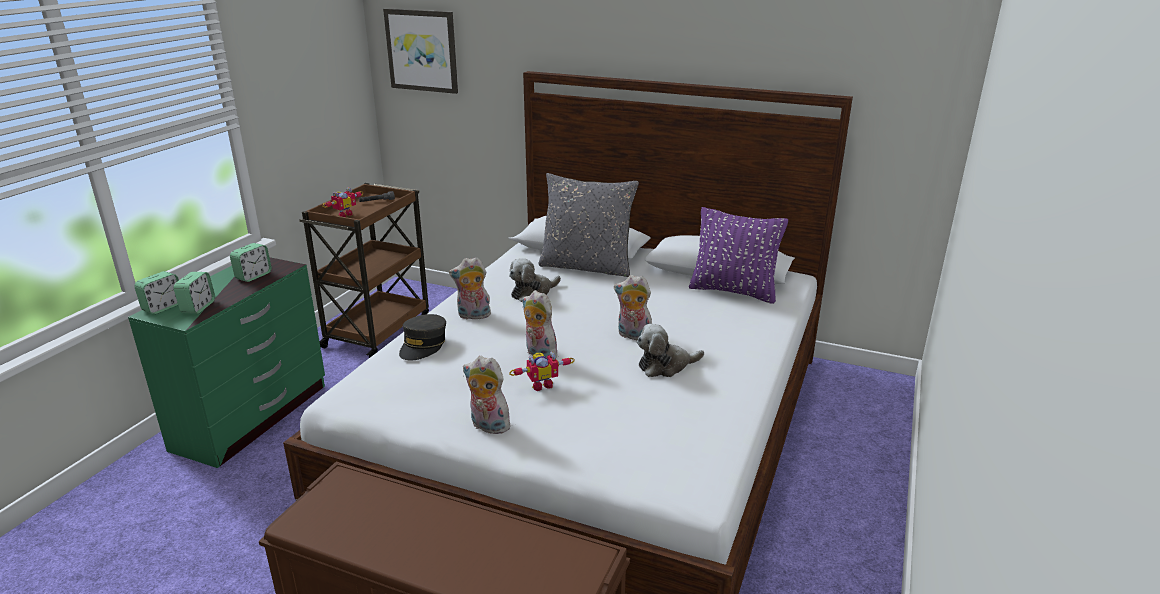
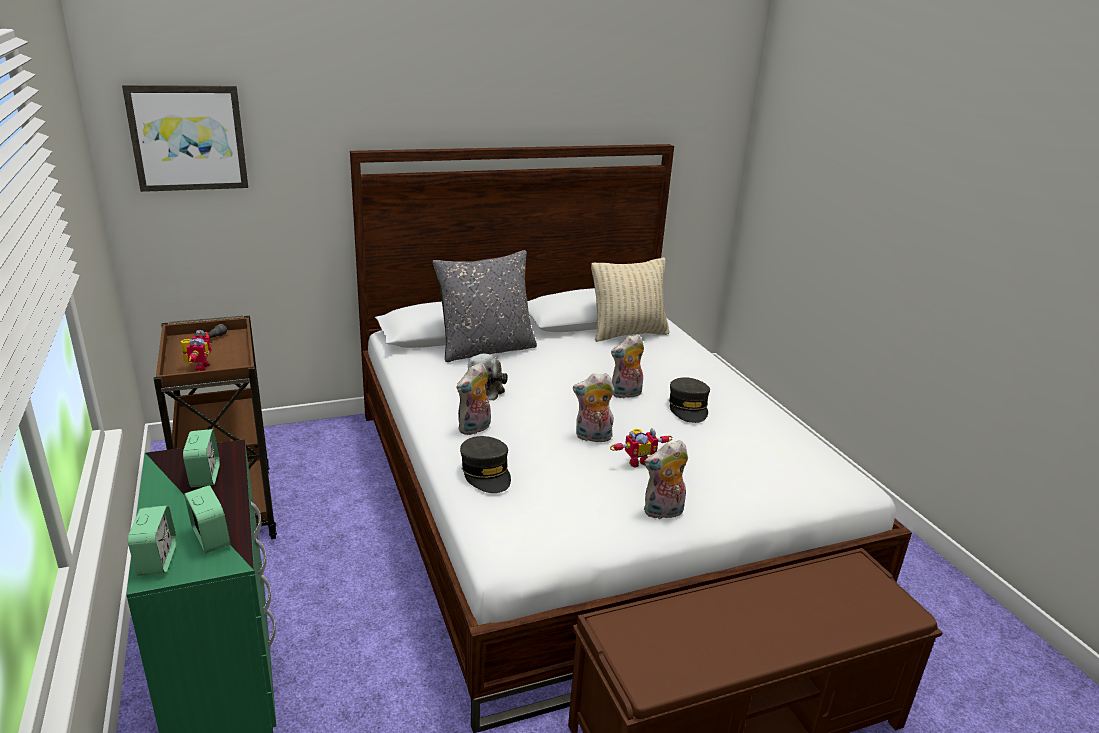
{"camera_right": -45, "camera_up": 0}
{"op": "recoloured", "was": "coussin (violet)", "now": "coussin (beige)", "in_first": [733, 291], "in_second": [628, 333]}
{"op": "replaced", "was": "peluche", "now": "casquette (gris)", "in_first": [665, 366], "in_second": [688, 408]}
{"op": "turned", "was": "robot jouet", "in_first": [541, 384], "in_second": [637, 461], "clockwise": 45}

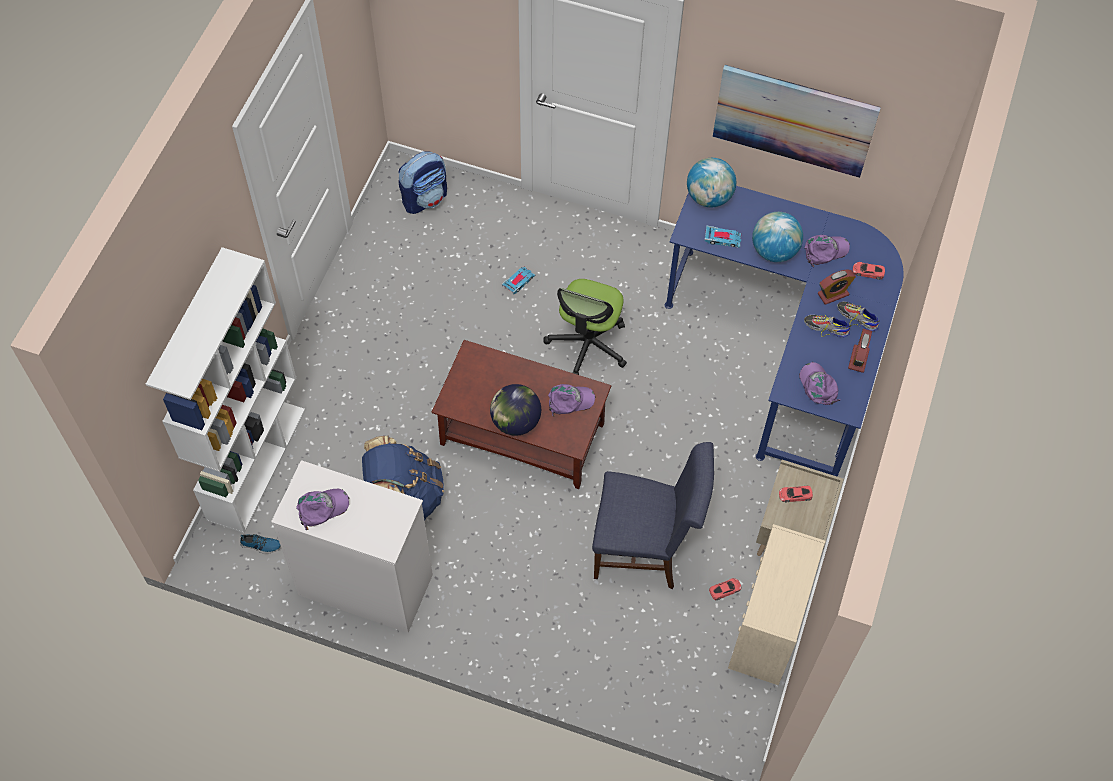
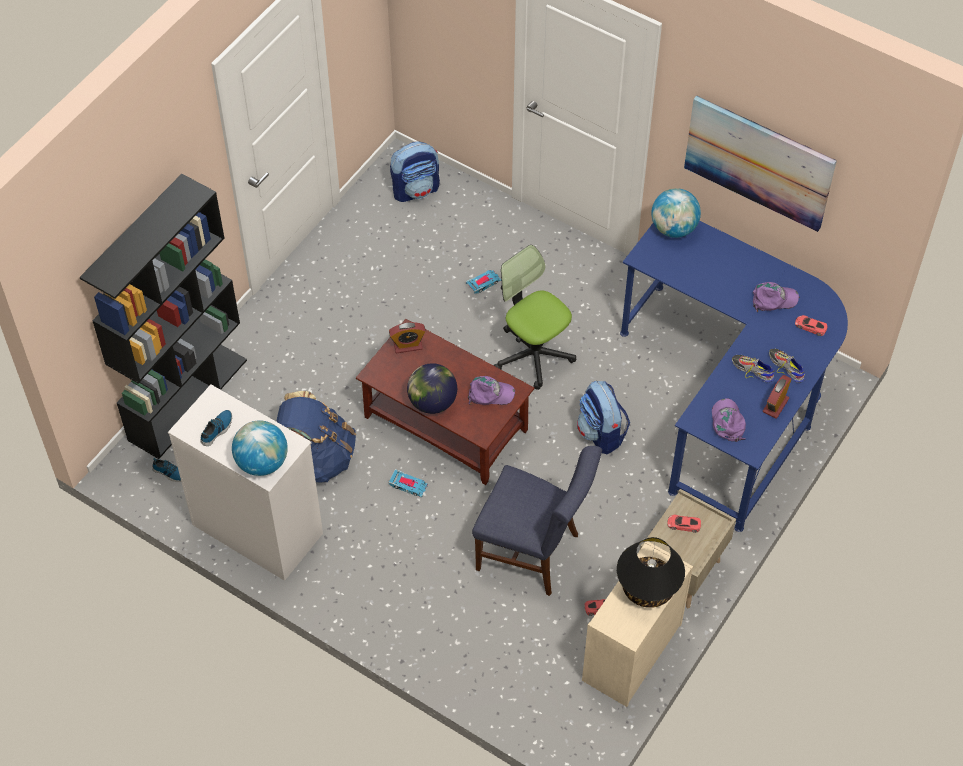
{"camera_right": 15, "camera_up": -5}
{"op": "moved", "was": "globe", "in_first": [774, 251], "in_second": [262, 462]}
{"op": "moved", "was": "petite voiture", "in_first": [722, 239], "in_second": [408, 485]}
{"op": "recoloured", "was": "bibliothèque (blanc)", "now": "bibliothèque (noir)", "in_first": [256, 463], "in_second": [187, 399]}
{"op": "moved", "was": "réveil", "in_first": [833, 294], "in_second": [408, 345]}
{"op": "turned", "was": "chaise de bureau", "in_first": [588, 344], "in_second": [533, 354], "clockwise": 105}
{"op": "replaced", "was": "casquette (violet)", "now": "chaussure", "in_first": [322, 508], "in_second": [217, 430]}
{"op": "added", "now": "sac à dos", "in_second": [601, 433]}
{"op": "added", "now": "lampe de table (noir)", "in_second": [648, 588]}

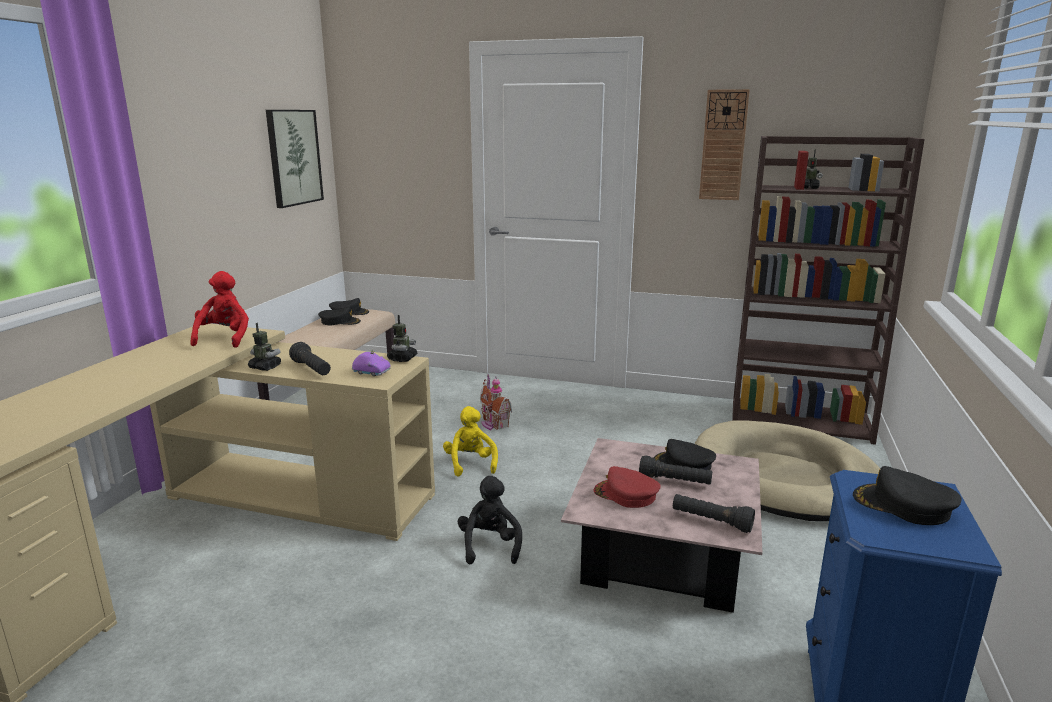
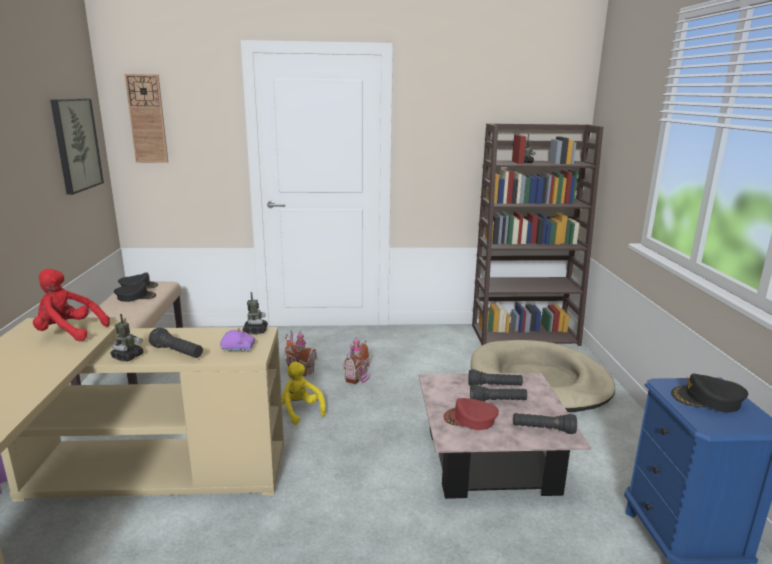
{"camera_right": -20, "camera_up": 0}
{"op": "moved", "was": "horloge murale", "in_first": [723, 145], "in_second": [147, 119]}
{"op": "turned", "was": "peluche (rouge)", "in_first": [224, 338], "in_second": [68, 332], "clockwise": -60}
{"op": "turned", "was": "robot jouet", "in_first": [265, 367], "in_second": [127, 357], "clockwise": 105}
{"op": "replaced", "was": "casquette (noir)", "now": "lampe de poche (noir)", "in_first": [683, 464], "in_second": [494, 386]}
{"op": "removed", "was": "peluche (noir)", "in_first": [490, 546]}
{"op": "added", "now": "maison miniature", "in_second": [359, 377]}

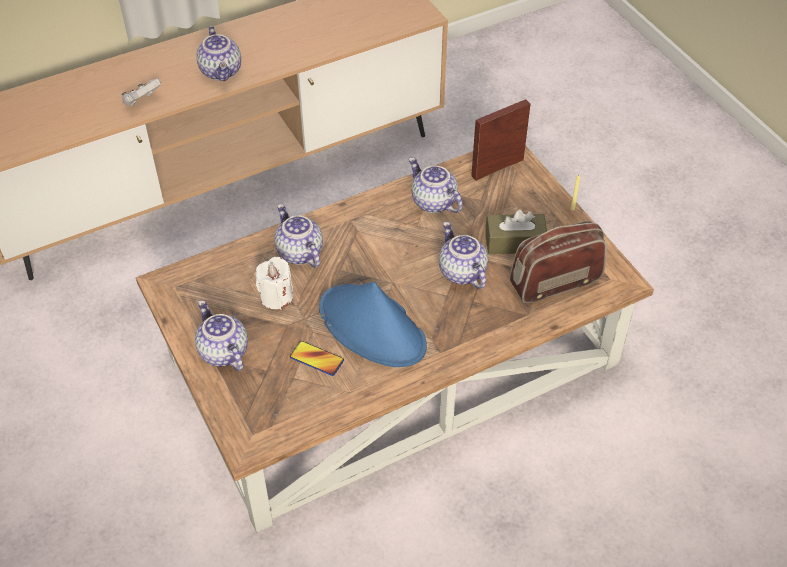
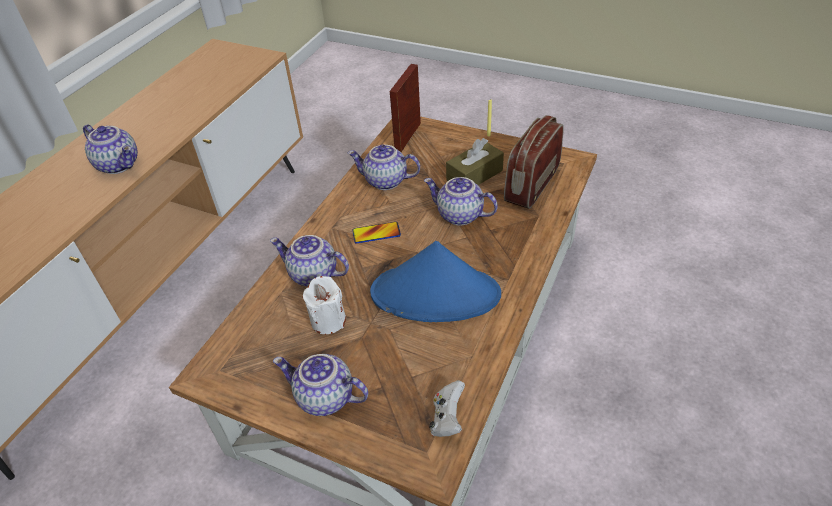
{"camera_right": -35, "camera_up": -5}
{"op": "moved", "was": "manette (blanc)", "in_first": [142, 101], "in_second": [447, 419]}
{"op": "moved", "was": "téléphone", "in_first": [317, 359], "in_second": [376, 233]}

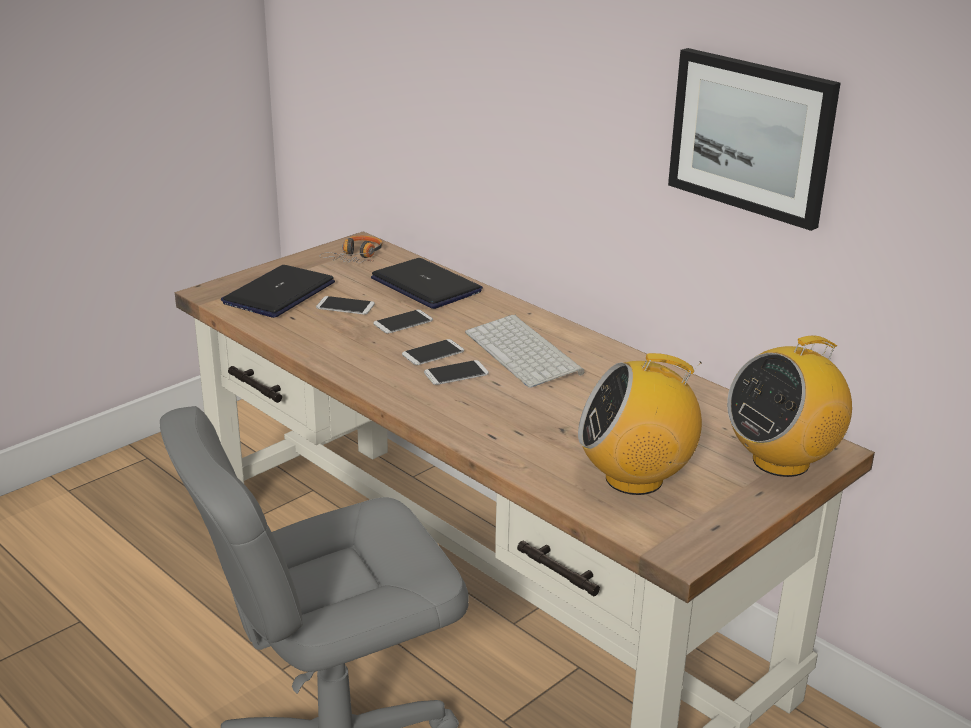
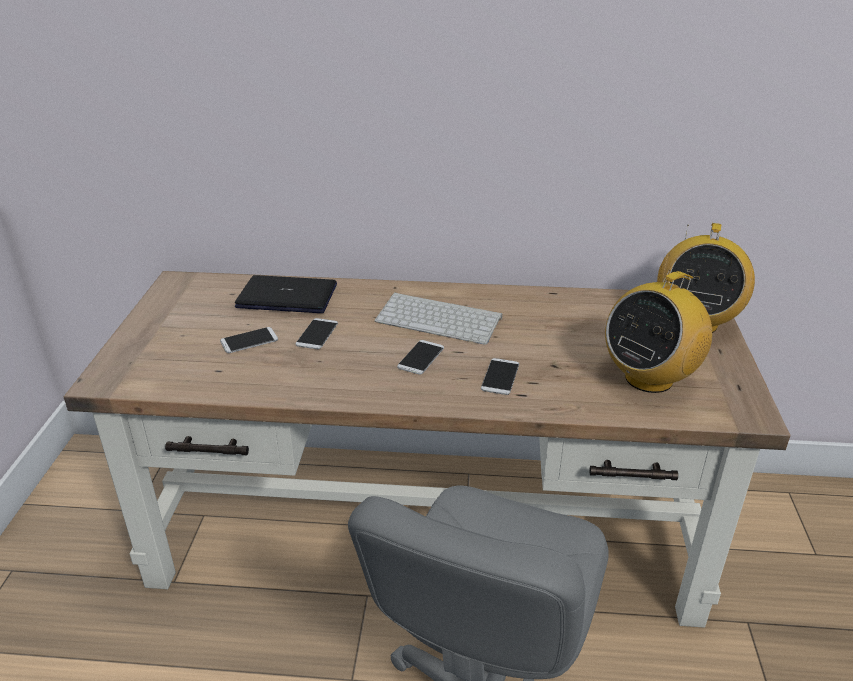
{"camera_right": -40, "camera_up": 5}
{"op": "removed", "was": "tableau", "in_first": [751, 136]}
{"op": "removed", "was": "casque audio", "in_first": [356, 257]}
{"op": "removed", "was": "ordinateur portable", "in_first": [279, 293]}
{"op": "moved", "was": "téléphone", "in_first": [433, 353], "in_second": [500, 377]}

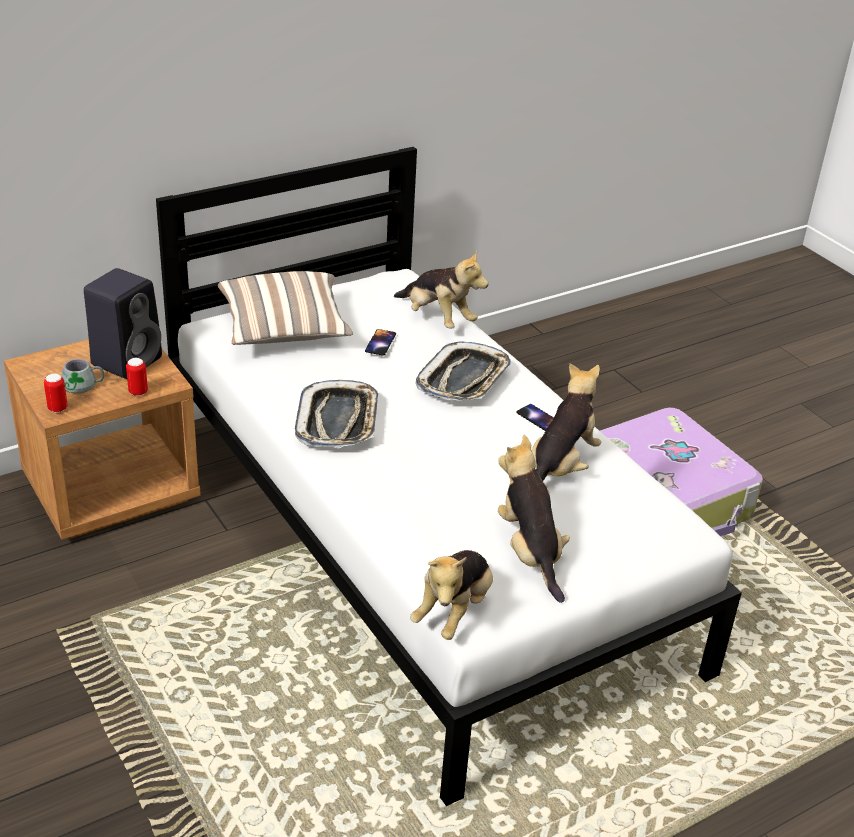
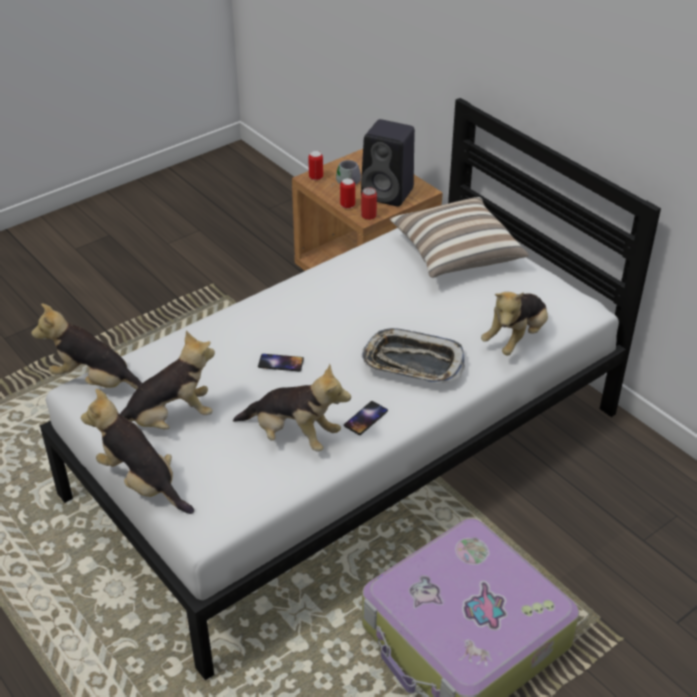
{"camera_right": 85, "camera_up": 5}
{"op": "moved", "was": "téléphone", "in_first": [380, 342], "in_second": [280, 363]}
{"op": "removed", "was": "plateau", "in_first": [338, 421]}
{"op": "added", "now": "boîte métallique", "in_second": [368, 215]}
{"op": "added", "now": "peluche", "in_second": [142, 482]}

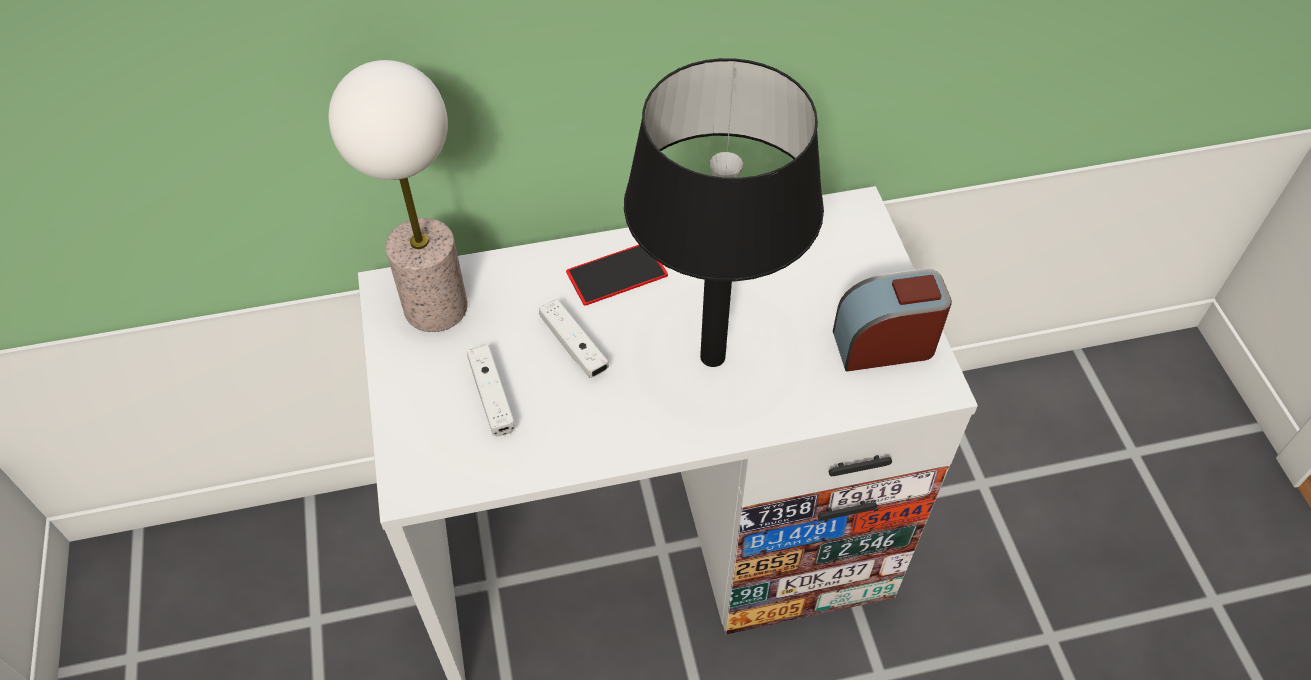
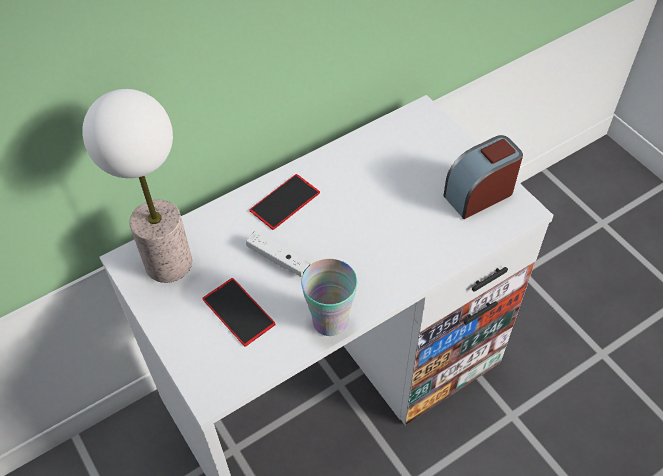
{"camera_right": -20, "camera_up": 0}
{"op": "removed", "was": "lampe de table (noir)", "in_first": [714, 357]}
{"op": "replaced", "was": "manette (blanc)", "now": "téléphone", "in_first": [492, 396], "in_second": [238, 311]}
{"op": "added", "now": "tasse", "in_second": [330, 321]}

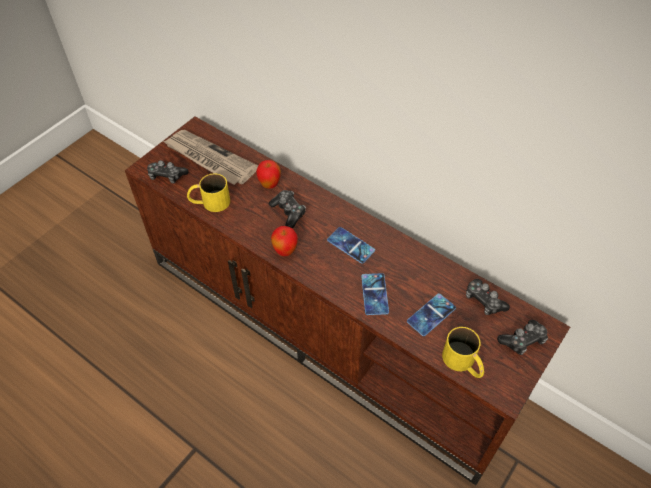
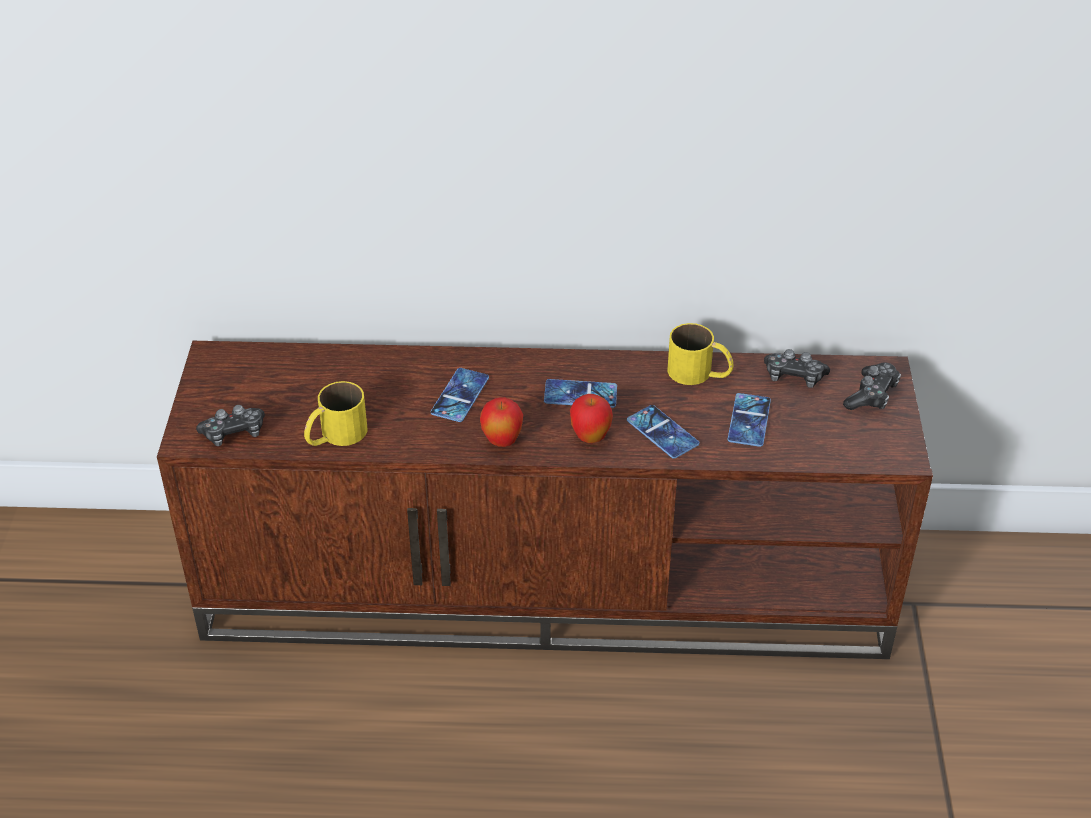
{"camera_right": -35, "camera_up": -10}
{"op": "removed", "was": "journal", "in_first": [209, 159]}
{"op": "moved", "was": "pomme", "in_first": [269, 185], "in_second": [590, 437]}
{"op": "replaced", "was": "manette", "now": "téléphone", "in_first": [288, 212], "in_second": [460, 395]}
{"op": "moved", "was": "mug (jaune)", "in_first": [463, 363], "in_second": [700, 373]}

